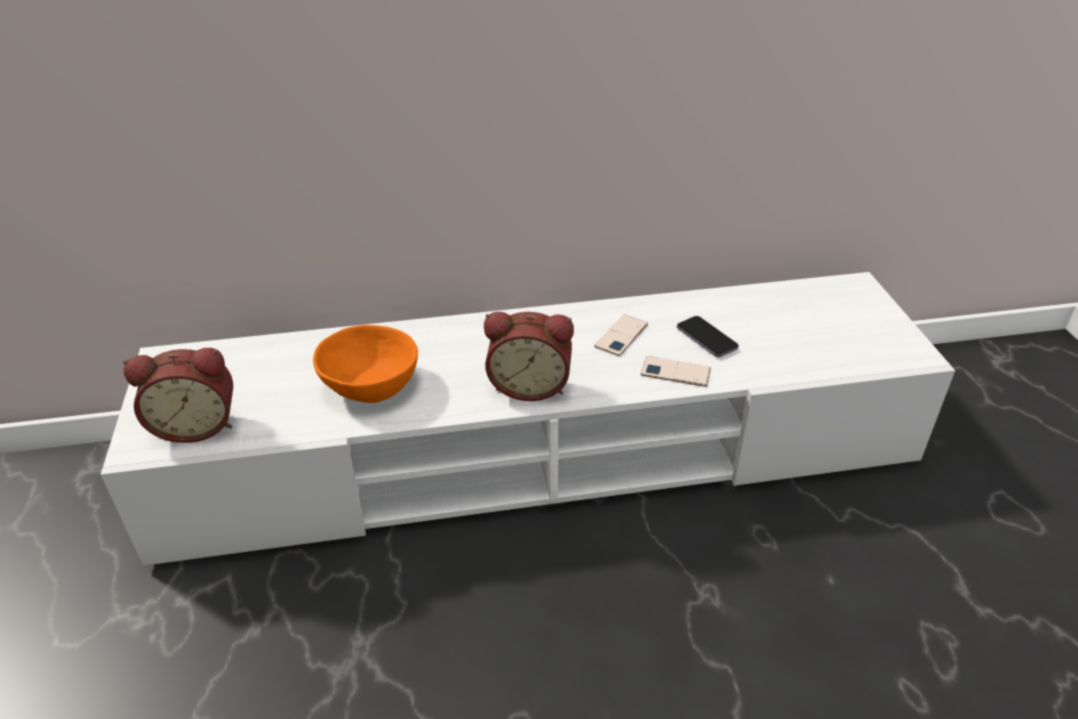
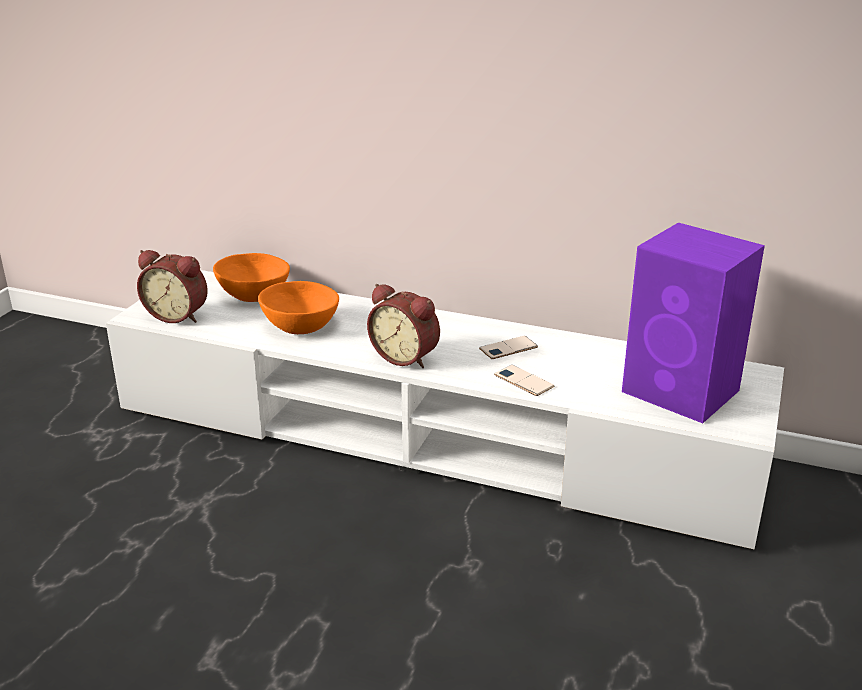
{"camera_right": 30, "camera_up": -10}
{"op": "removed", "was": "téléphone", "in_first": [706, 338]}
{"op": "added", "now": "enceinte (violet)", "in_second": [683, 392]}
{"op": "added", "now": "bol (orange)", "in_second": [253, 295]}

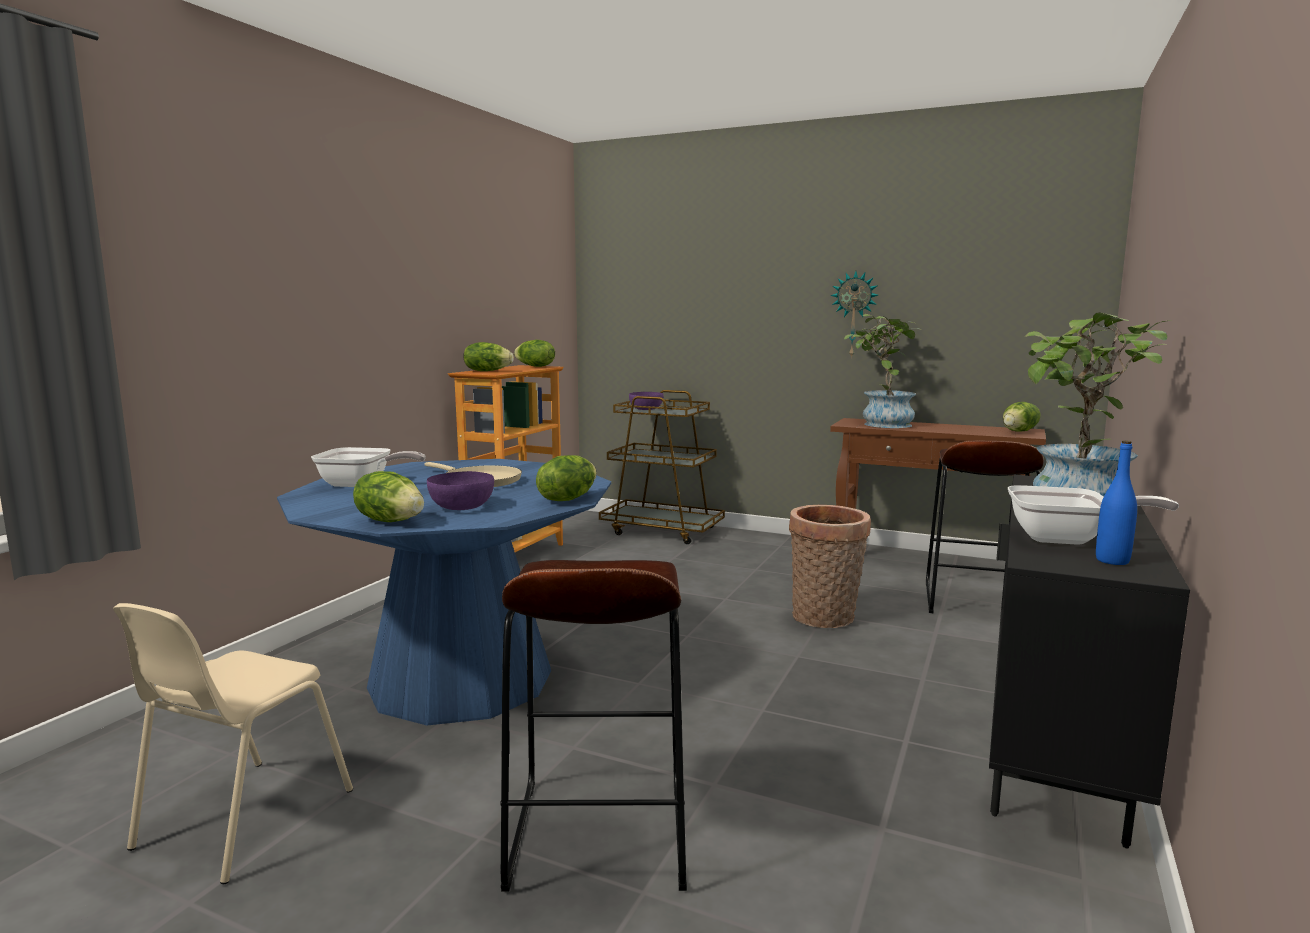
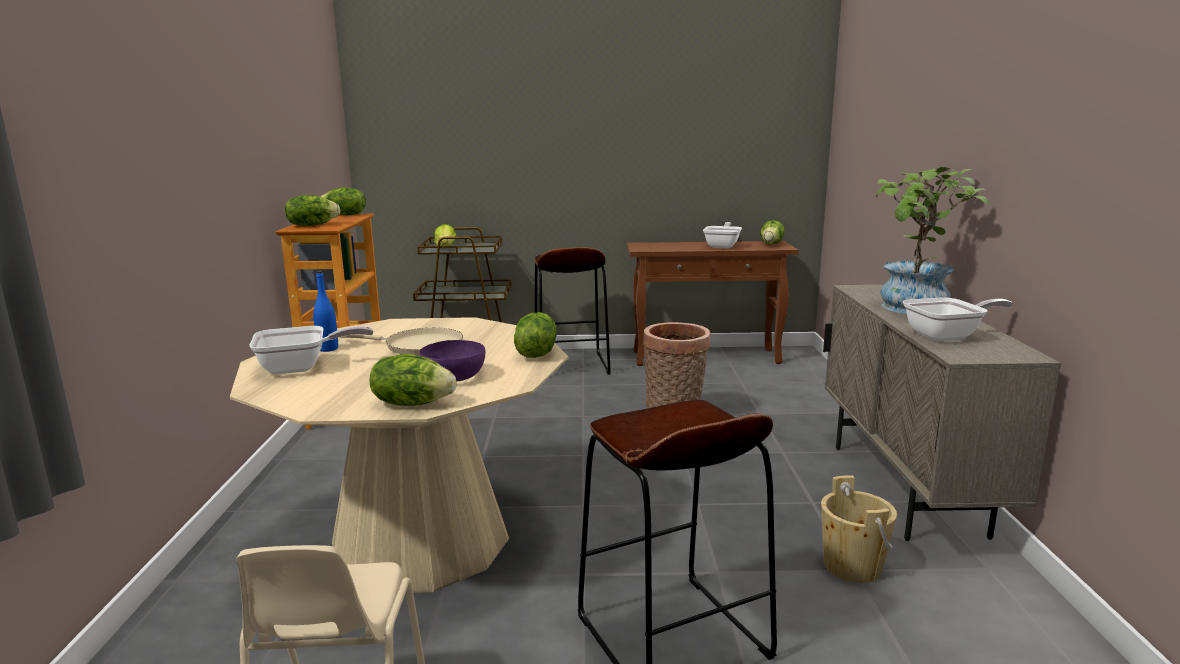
{"camera_right": -25, "camera_up": 5}
{"op": "removed", "was": "horloge murale", "in_first": [854, 314]}
{"op": "removed", "was": "plante en pot", "in_first": [880, 423]}
{"op": "replaced", "was": "bol (violet)", "now": "laitue", "in_first": [646, 409], "in_second": [445, 248]}
{"op": "moved", "was": "bouteille (bleu)", "in_first": [1112, 561], "in_second": [328, 349]}
{"op": "moved", "was": "tabouret (marron)", "in_first": [975, 602], "in_second": [570, 365]}
{"op": "recoloured", "was": "table à manger (bleu)", "now": "table à manger (beige)", "in_first": [460, 679], "in_second": [420, 541]}
{"op": "recoloured", "was": "meuble de rangement (noir)", "now": "meuble de rangement (beige)", "in_first": [1053, 756], "in_second": [905, 489]}
{"op": "added", "now": "poêle", "in_second": [723, 246]}
{"op": "added", "now": "seau (beige)", "in_second": [852, 566]}

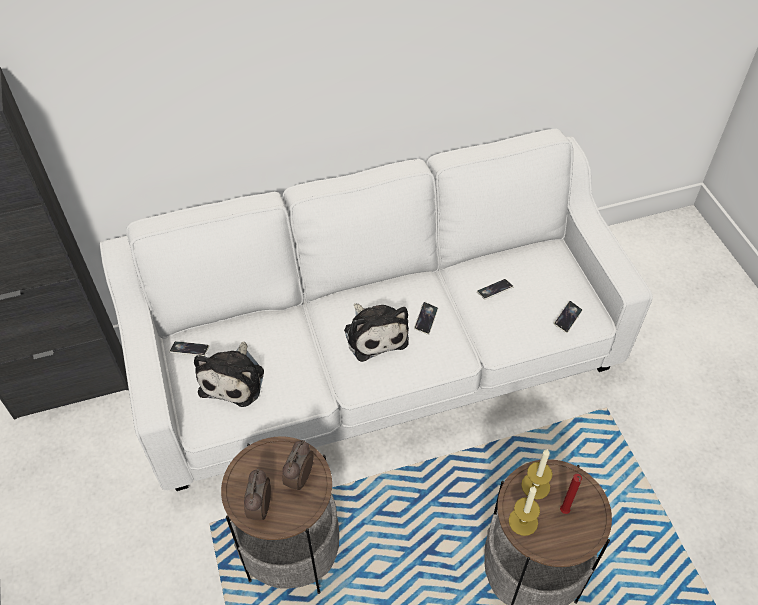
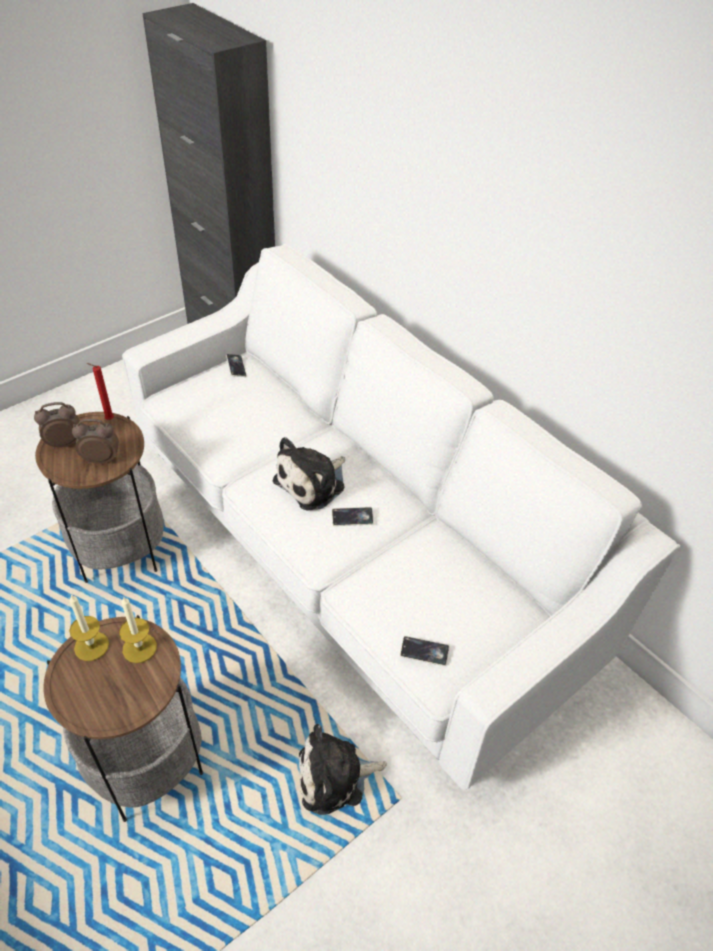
{"camera_right": 65, "camera_up": -5}
{"op": "removed", "was": "téléphone", "in_first": [494, 290]}
{"op": "moved", "was": "peluche", "in_first": [234, 379], "in_second": [335, 777]}
{"op": "moved", "was": "bougie (rouge)", "in_first": [564, 512], "in_second": [108, 419]}

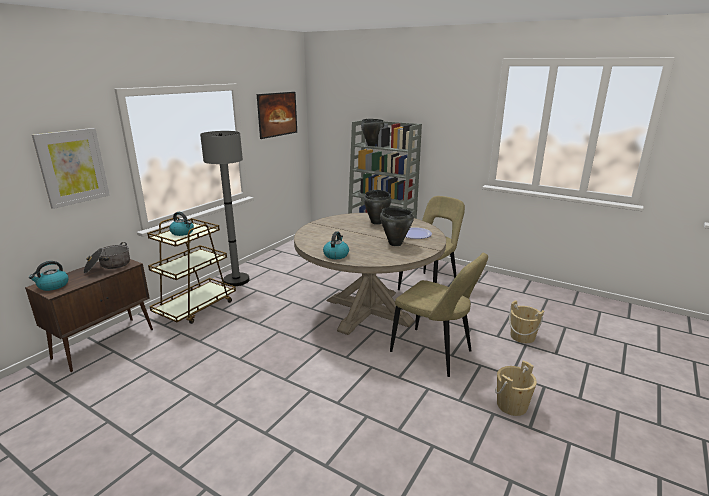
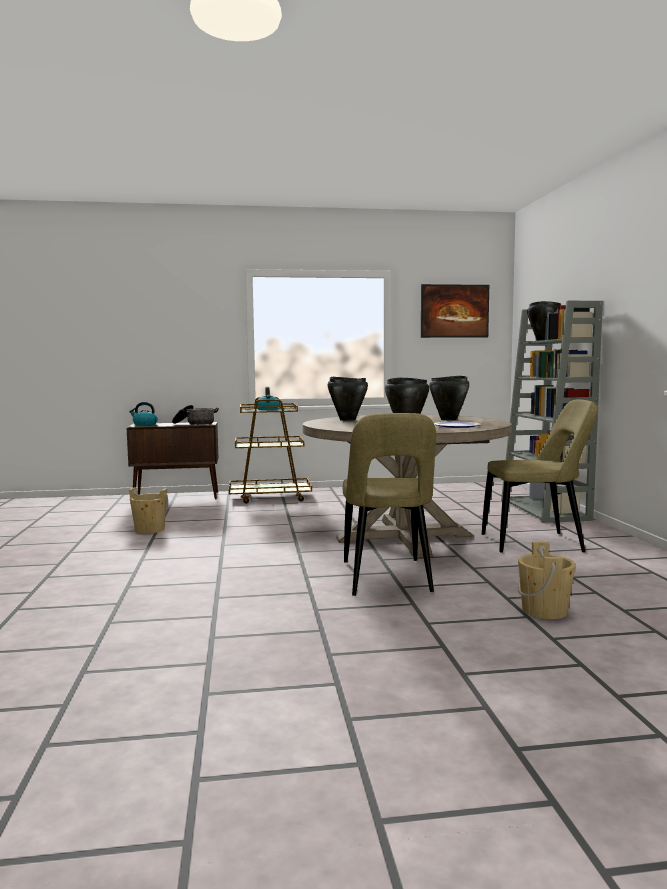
{"camera_right": 50, "camera_up": -15}
{"op": "removed", "was": "tableau", "in_first": [72, 167]}
{"op": "removed", "was": "lampadaire (gris)", "in_first": [236, 280]}
{"op": "removed", "was": "bouilloire", "in_first": [336, 255]}
{"op": "moved", "was": "seau (beige)", "in_first": [511, 405], "in_second": [150, 530]}
{"op": "added", "now": "marmite (noir)", "in_second": [347, 420]}

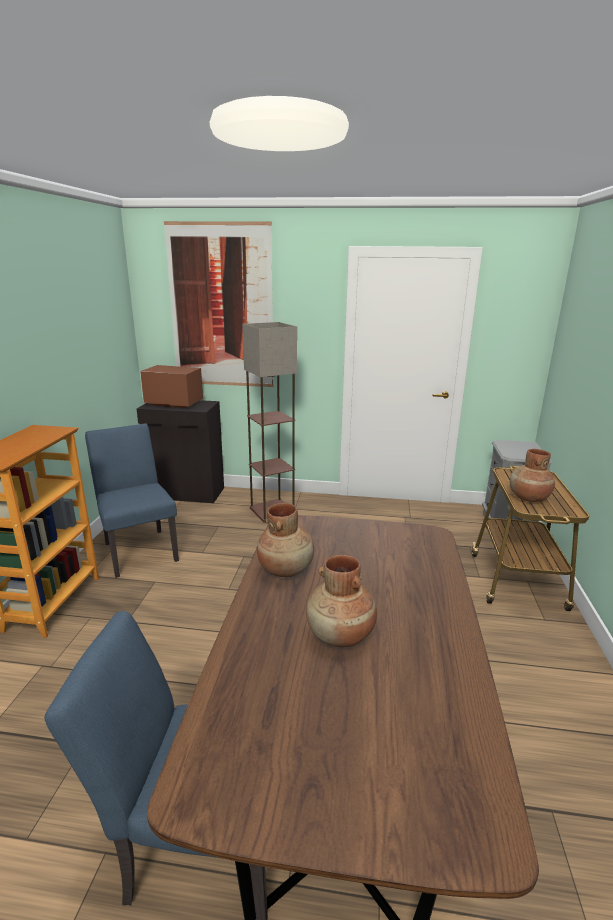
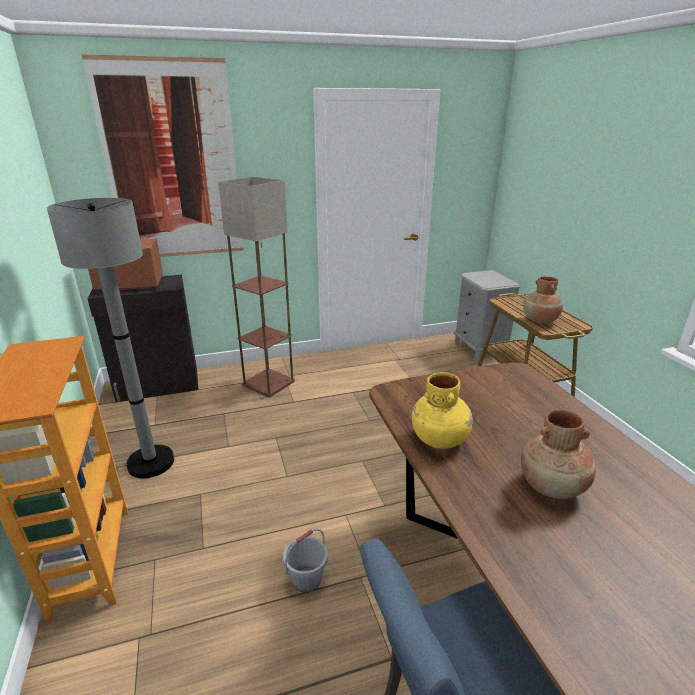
{"camera_right": -25, "camera_up": 5}
{"op": "replaced", "was": "chaise (bleu)", "now": "lampadaire (gris)", "in_first": [139, 548], "in_second": [151, 463]}
{"op": "recoloured", "was": "vase (marron)", "now": "vase (jaune)", "in_first": [286, 569], "in_second": [440, 439]}
{"op": "added", "now": "seau (gris)", "in_second": [306, 579]}

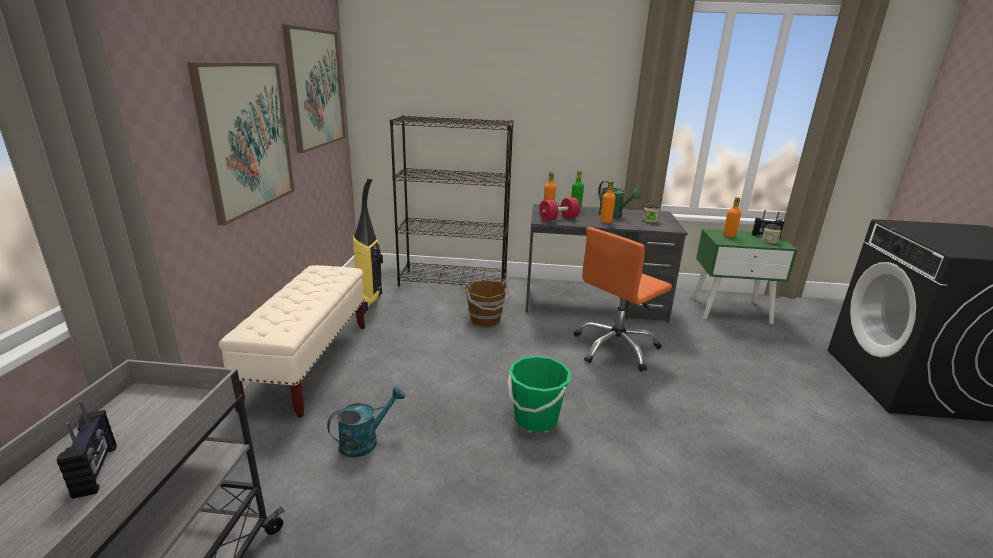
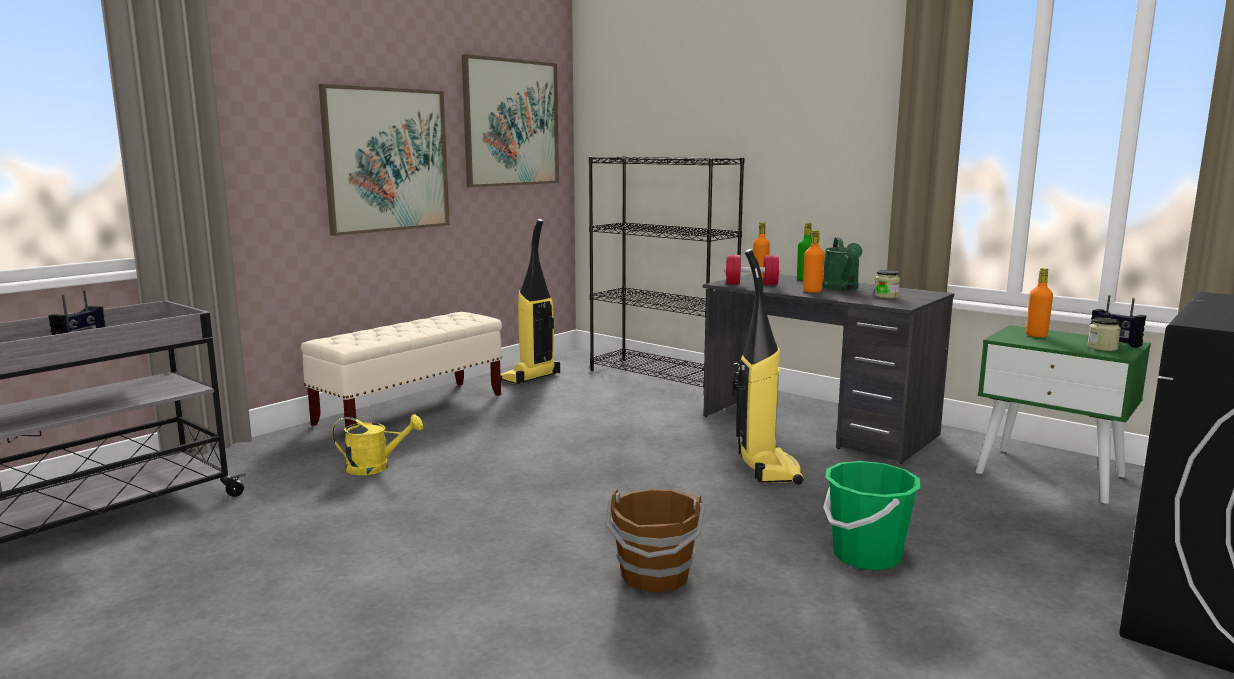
{"camera_right": 35, "camera_up": -10}
{"op": "replaced", "was": "chaise de bureau (orange)", "now": "aspirateur", "in_first": [616, 348], "in_second": [767, 469]}
{"op": "moved", "was": "seau (marron)", "in_first": [486, 319], "in_second": [655, 576]}
{"op": "moved", "was": "seau (vert)", "in_first": [536, 418], "in_second": [866, 555]}
{"op": "recoloured", "was": "arrosoir (turquoise)", "now": "arrosoir (jaune)", "in_first": [365, 441], "in_second": [376, 467]}

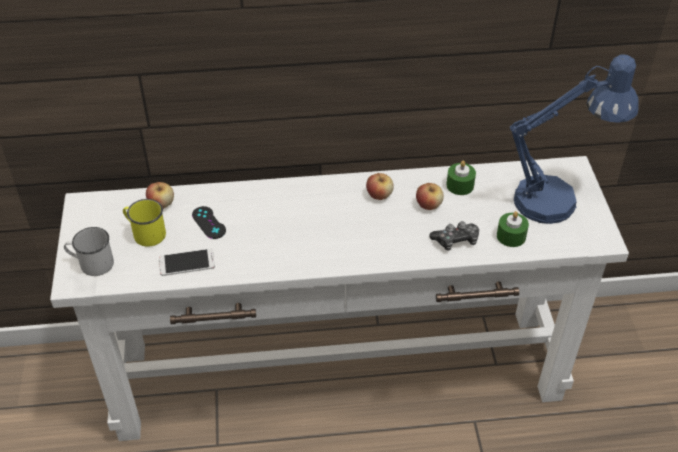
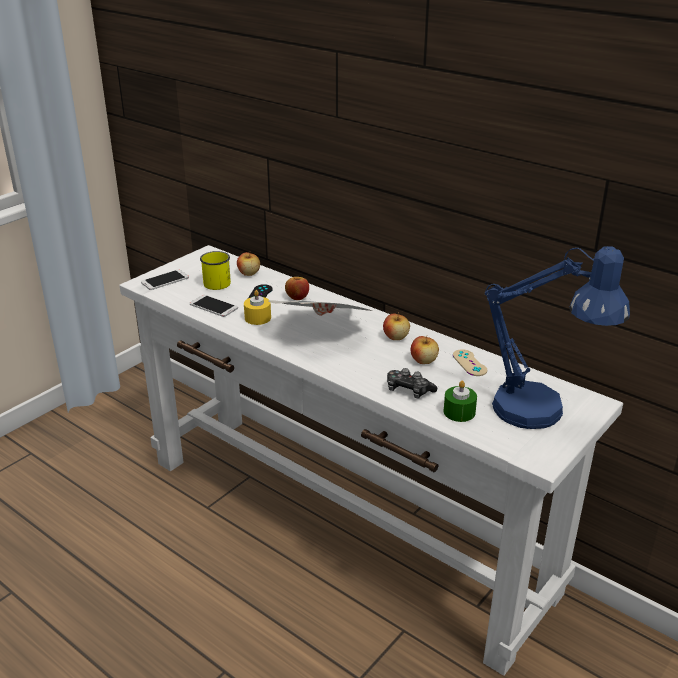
{"camera_right": 45, "camera_up": -15}
{"op": "replaced", "was": "bougie (vert)", "now": "manette (beige)", "in_first": [460, 185], "in_second": [469, 363]}
{"op": "replaced", "was": "mug (blanc)", "now": "téléphone", "in_first": [91, 263], "in_second": [165, 280]}
{"op": "added", "now": "pomme", "in_second": [297, 297]}
{"op": "added", "now": "bougie (jaune)", "in_second": [257, 318]}
{"op": "added", "now": "journal", "in_second": [323, 330]}

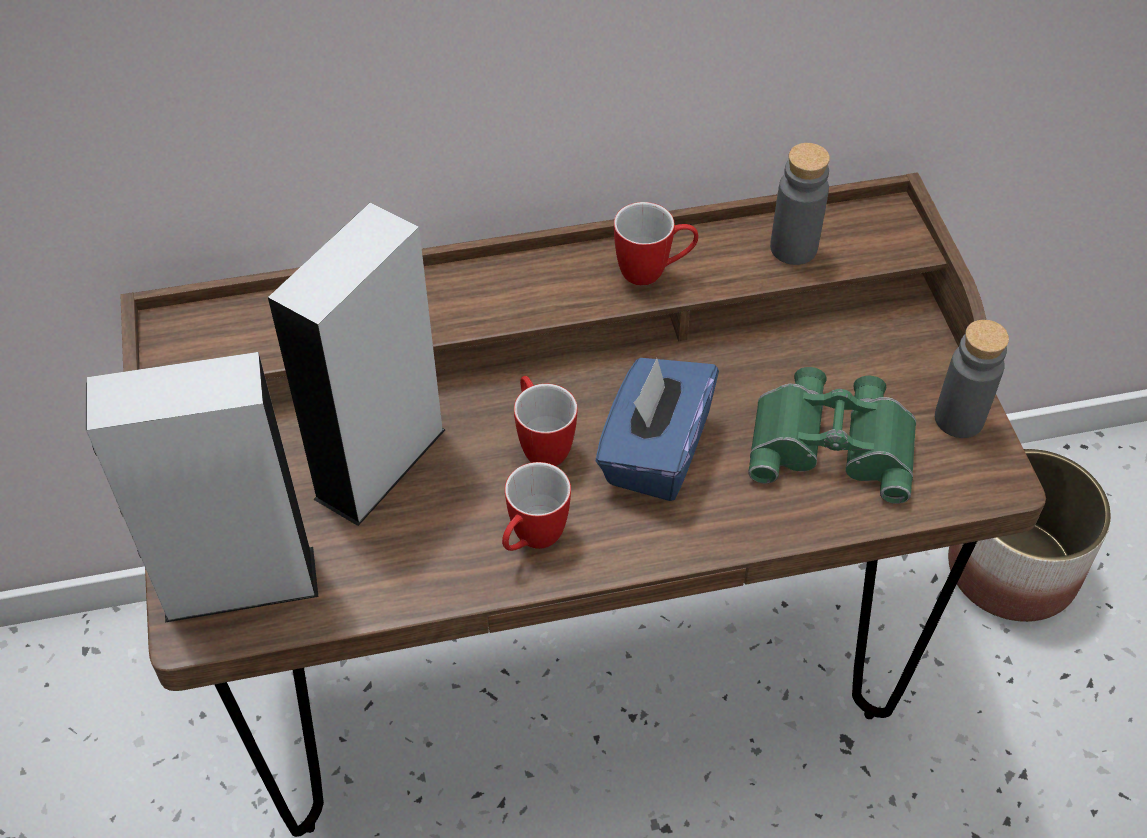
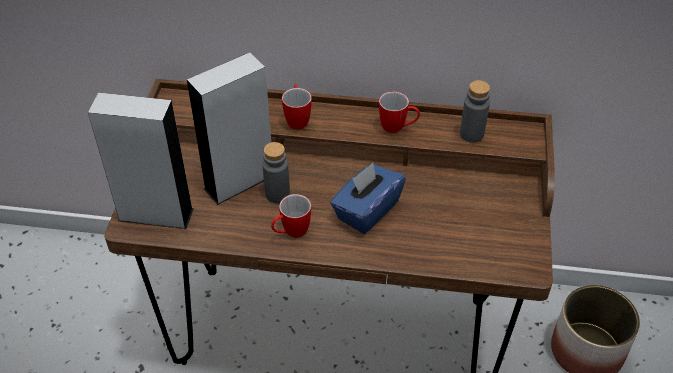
{"camera_right": 20, "camera_up": -5}
{"op": "moved", "was": "bouteille (gris)", "in_first": [959, 419], "in_second": [277, 194]}
{"op": "removed", "was": "jumelles (vert)", "in_first": [833, 441]}
{"op": "moved", "was": "mug", "in_first": [541, 443], "in_second": [297, 119]}

